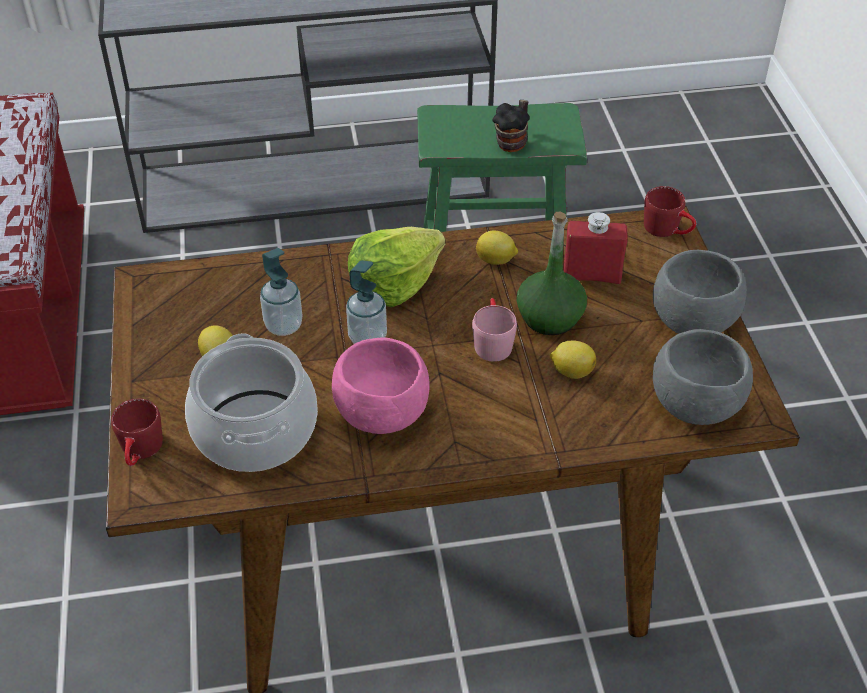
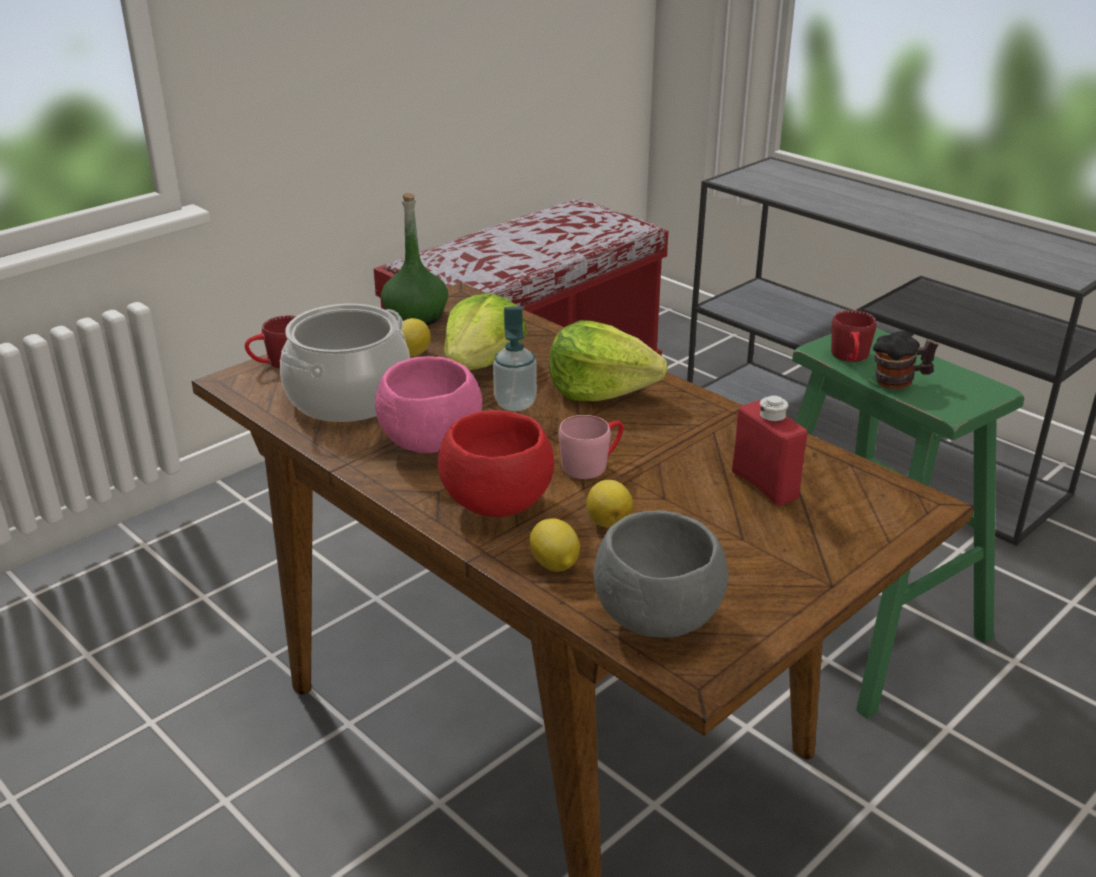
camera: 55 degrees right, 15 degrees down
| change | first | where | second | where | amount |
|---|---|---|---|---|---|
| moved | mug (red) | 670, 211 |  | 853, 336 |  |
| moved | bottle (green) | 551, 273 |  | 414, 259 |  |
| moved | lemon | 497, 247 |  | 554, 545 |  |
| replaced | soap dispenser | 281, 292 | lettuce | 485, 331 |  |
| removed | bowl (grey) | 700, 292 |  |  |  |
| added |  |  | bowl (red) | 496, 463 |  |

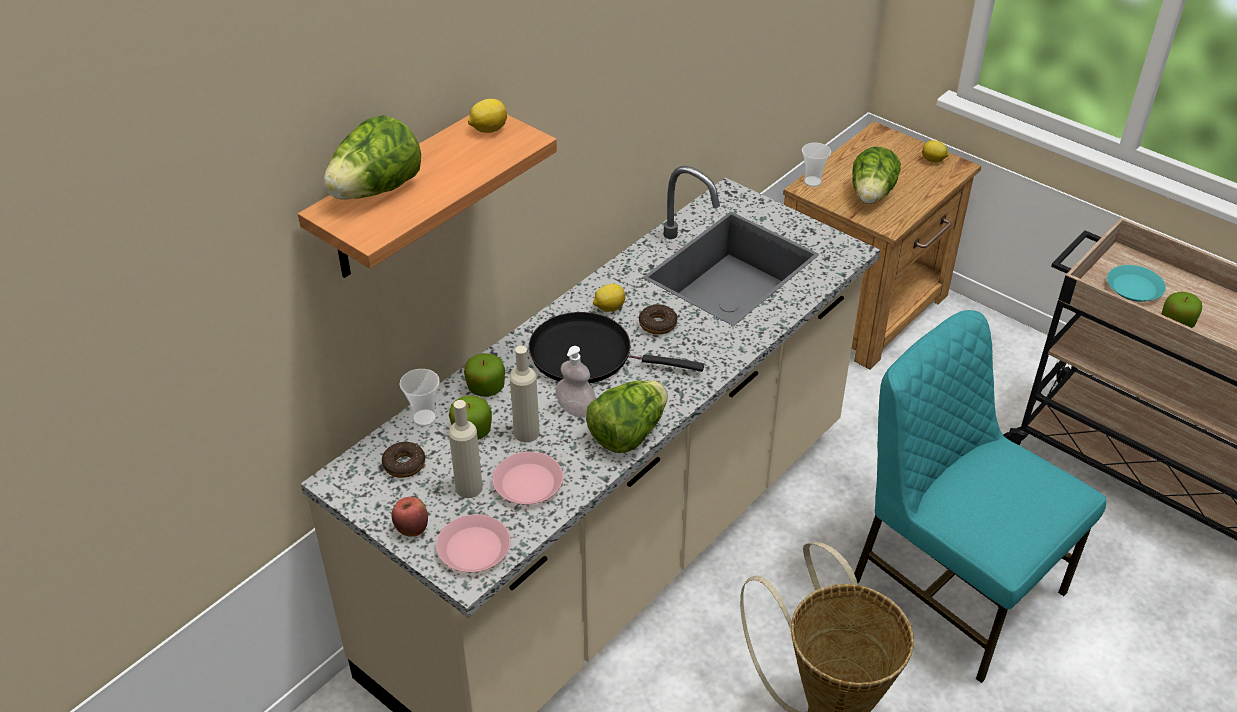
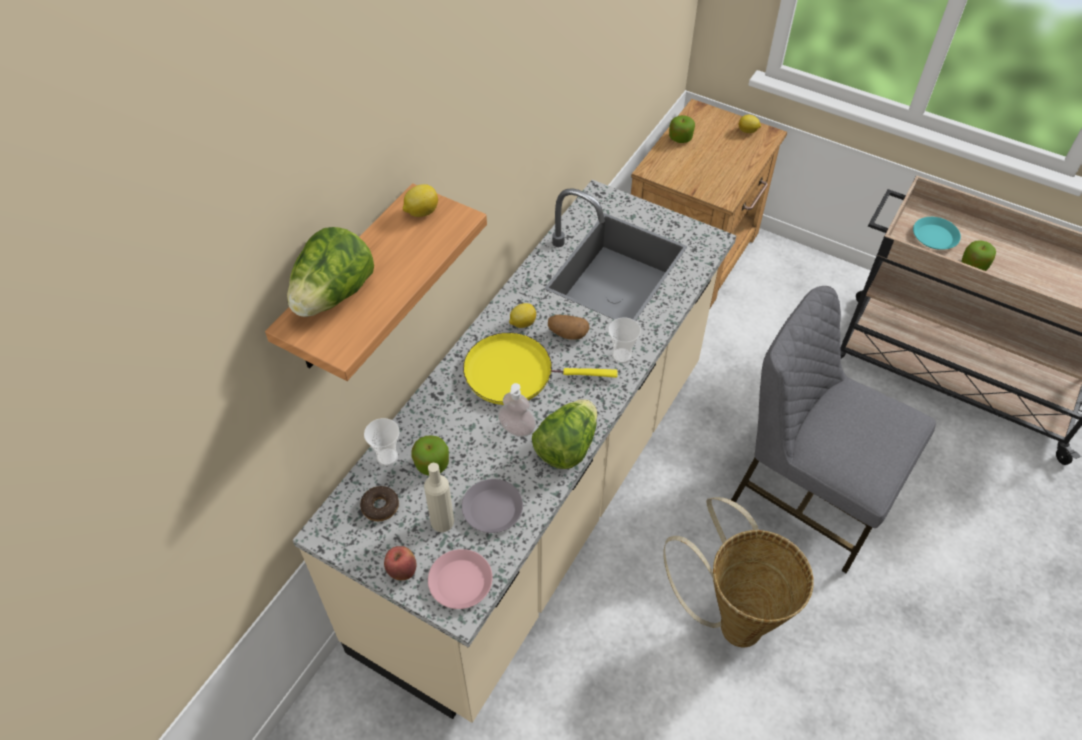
camera: 10 degrees left, 10 degrees up
| change | first | where | second | where | amount |
|---|---|---|---|---|---|
| moved | cup | 816, 165 |  | 624, 340 |  |
| removed | lettuce | 876, 175 |  |  |  |
| replaced | donut | 658, 319 | potato | 568, 327 |  |
| recoloured | chair (turquoise) | 980, 496 | chair (grey) | 833, 430 |  |
| recoloured | frying pan (black) | 616, 348 | frying pan (yellow) | 540, 369 |  |
| removed | bottle (beige) | 525, 394 |  |  |  |
| moved | apple | 484, 375 |  | 682, 129 |  |
| recoloured | plate (pink) | 527, 478 | plate (grey) | 492, 506 |  |

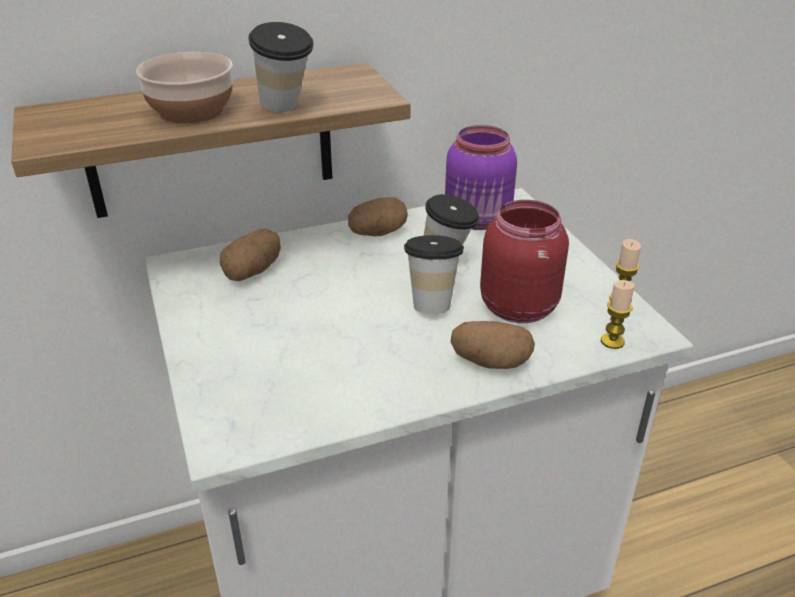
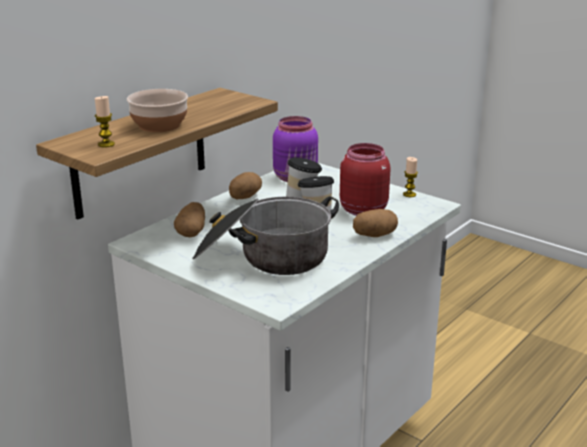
camera: 30 degrees left, 10 degrees down
| change | first | where | second | where | amount |
|---|---|---|---|---|---|
| removed | cup | 281, 67 |  |  |  |
| moved | candle | 618, 314 |  | 105, 122 |  |
| added |  |  | cooking pot | 266, 235 |  |

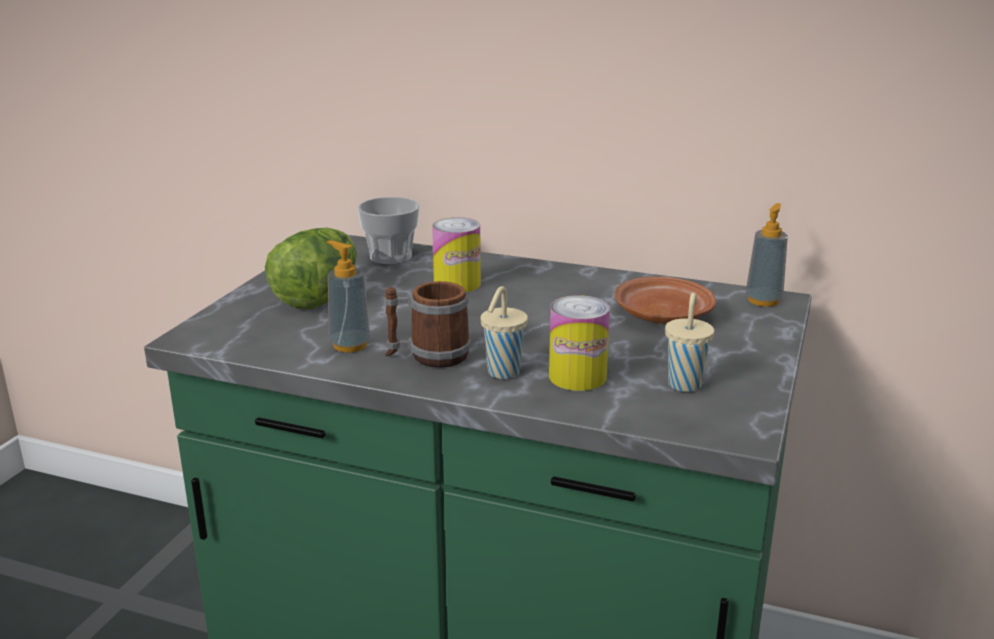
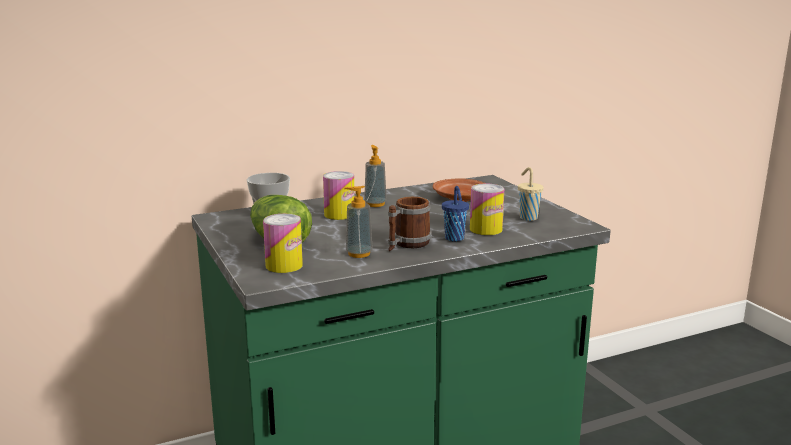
camera: 45 degrees left, 5 degrees down
| change | first | where | second | where | amount |
|---|---|---|---|---|---|
| moved | soap dispenser | 766, 255 |  | 375, 176 |  |
| recoloured | cup (beige) | 504, 332 | cup (blue) | 455, 213 |  |
| added |  |  | can | 283, 243 |  |

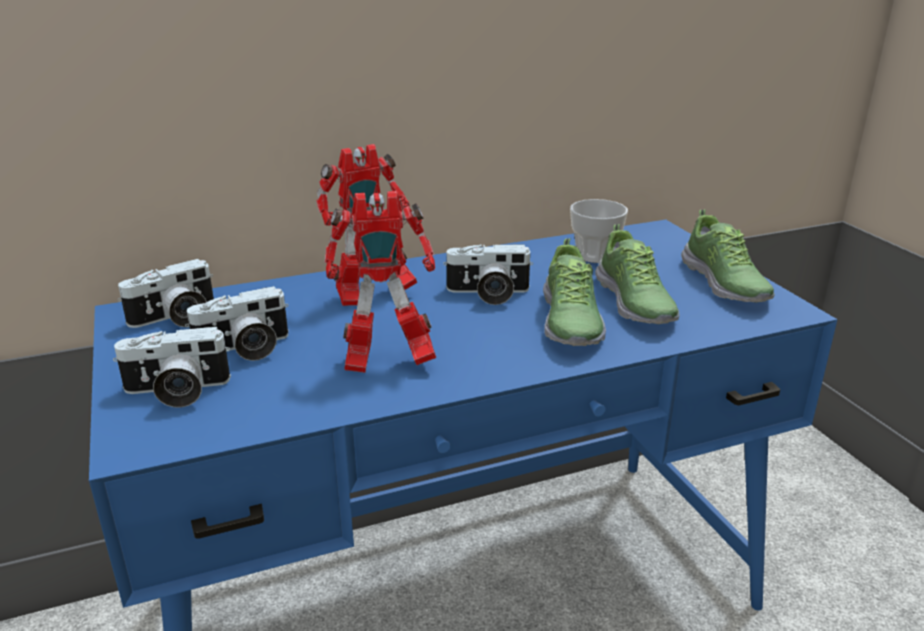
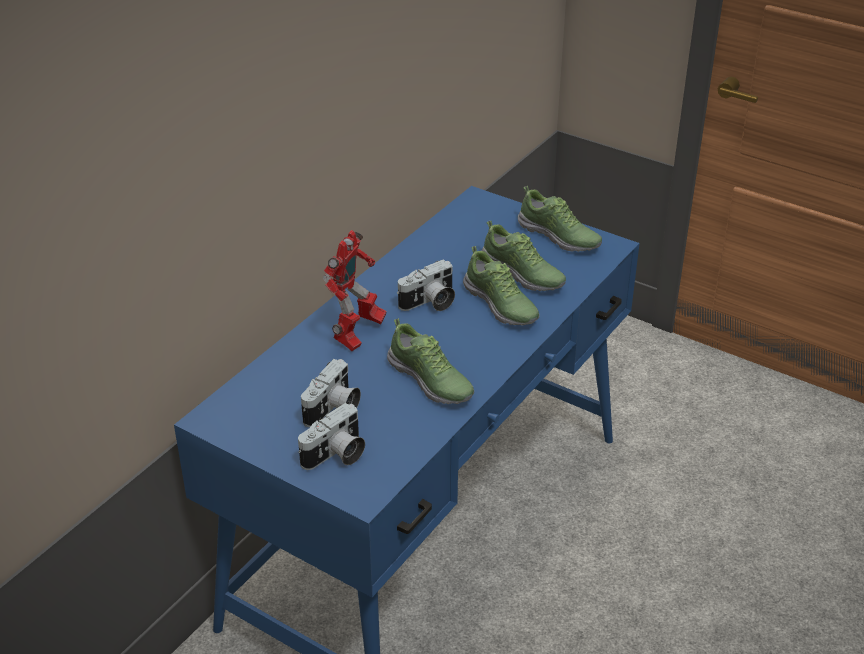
camera: 35 degrees left, 10 degrees up
| change | first | where | second | where | amount |
|---|---|---|---|---|---|
| replaced | toy robot | 380, 282 | shoe | 430, 361 |  |
| removed | cup | 599, 231 |  |  |  |
| removed | photo camera | 166, 293 |  |  |  |

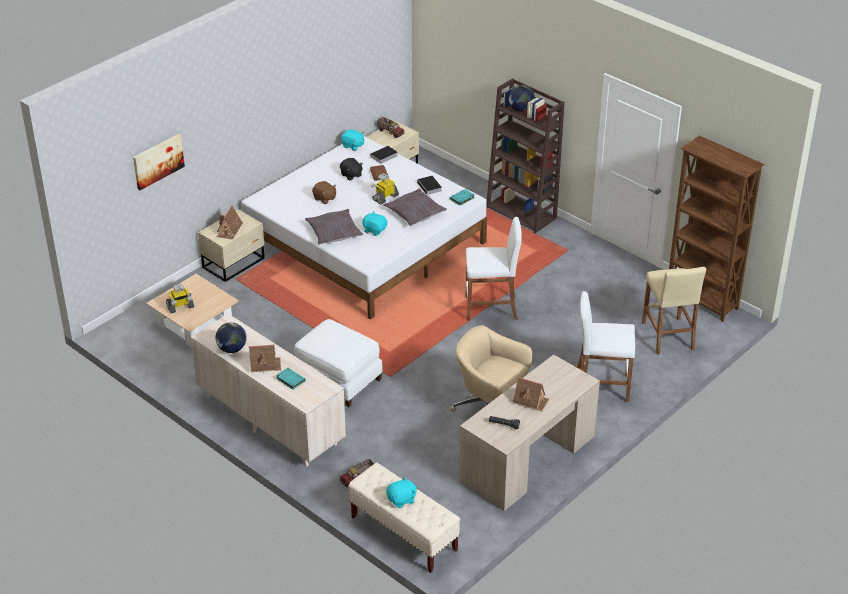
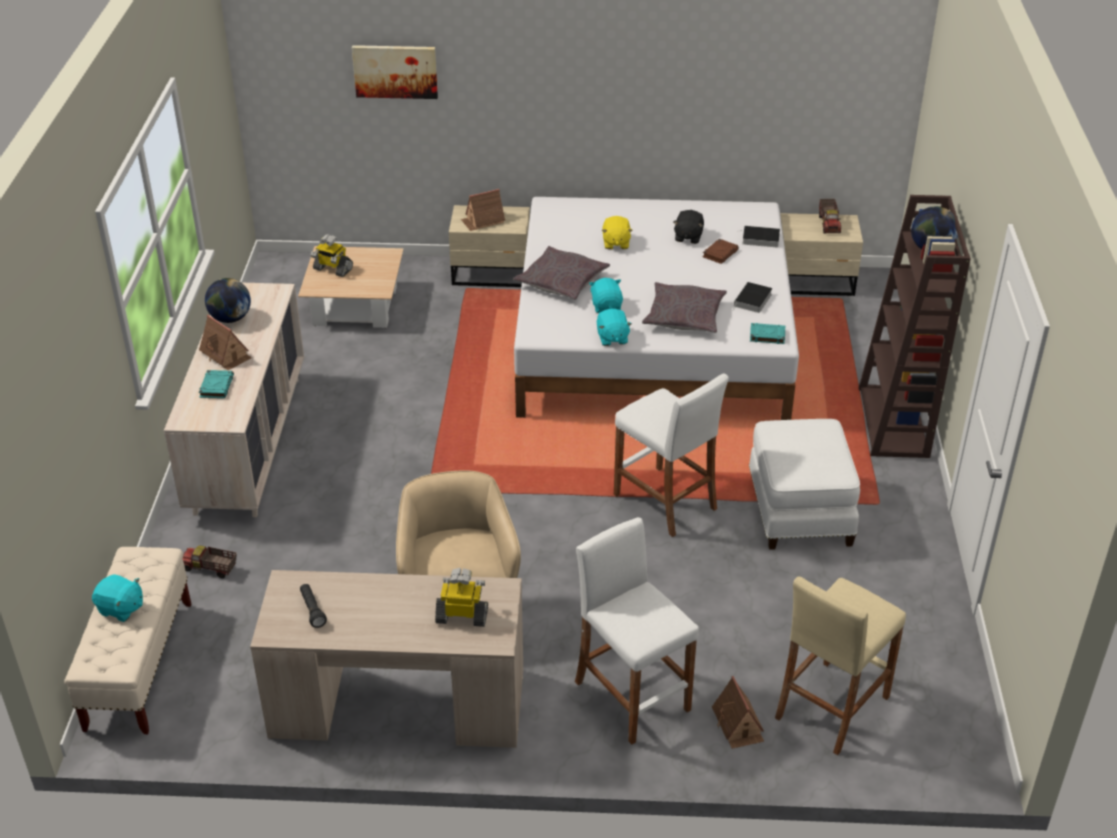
camera: 50 degrees right, 0 degrees up
| change | first | where | second | where | amount |
|---|---|---|---|---|---|
| moved | plush toy (turquoise) | 352, 140 |  | 614, 327 |  |
| removed | bookcase (brown) | 717, 228 |  |  |  |
| moved | toy robot | 385, 188 |  | 461, 597 |  |
| recoloured | plush toy (brown) | 324, 192 | plush toy (yellow) | 617, 232 |  |
| moved | ottoman (white) | 338, 363 |  | 804, 484 |  |
| moved | toy house | 531, 394 |  | 738, 712 |  |

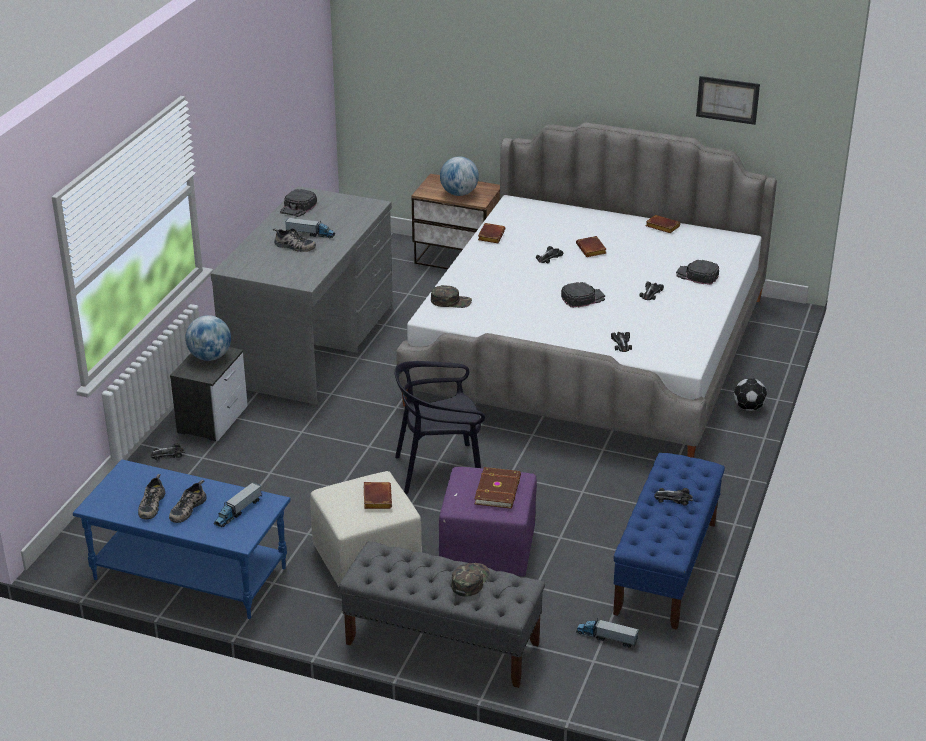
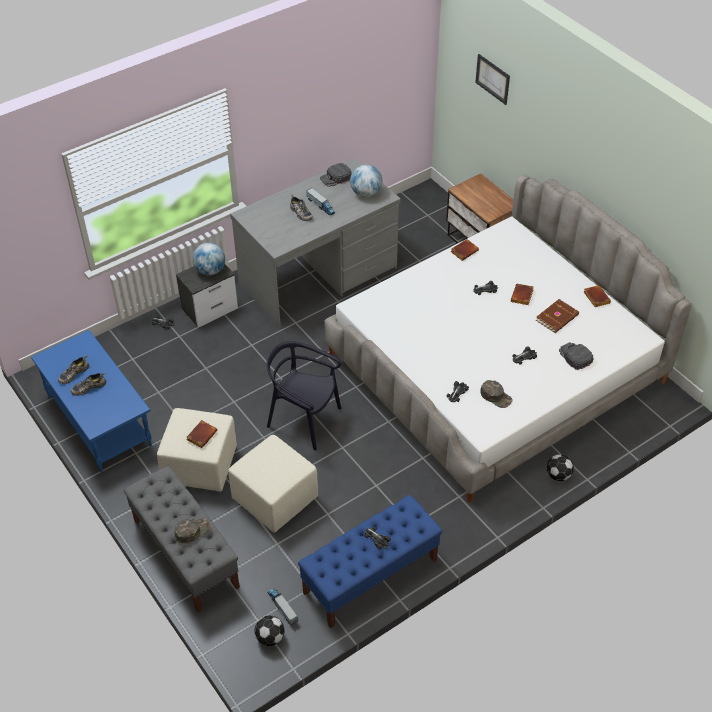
camera: 35 degrees right, 15 degrees up
| change | first | where | second | where | amount |
|---|---|---|---|---|---|
| moved | picture | 728, 100 |  | 492, 79 |  |
| moved | globe | 459, 176 |  | 366, 180 |  |
| removed | cap (black) | 583, 295 |  |  |  |
| moved | cap (green) | 451, 296 |  | 496, 394 |  |
| recoloured | ottoman (purple) | 488, 522 | ottoman (beige) | 273, 484 |  |
| moved | book (brown) | 498, 488 |  | 557, 316 |  |
| removed | toy truck | 238, 504 |  |  |  |
| added |  |  | football | 269, 630 |  |

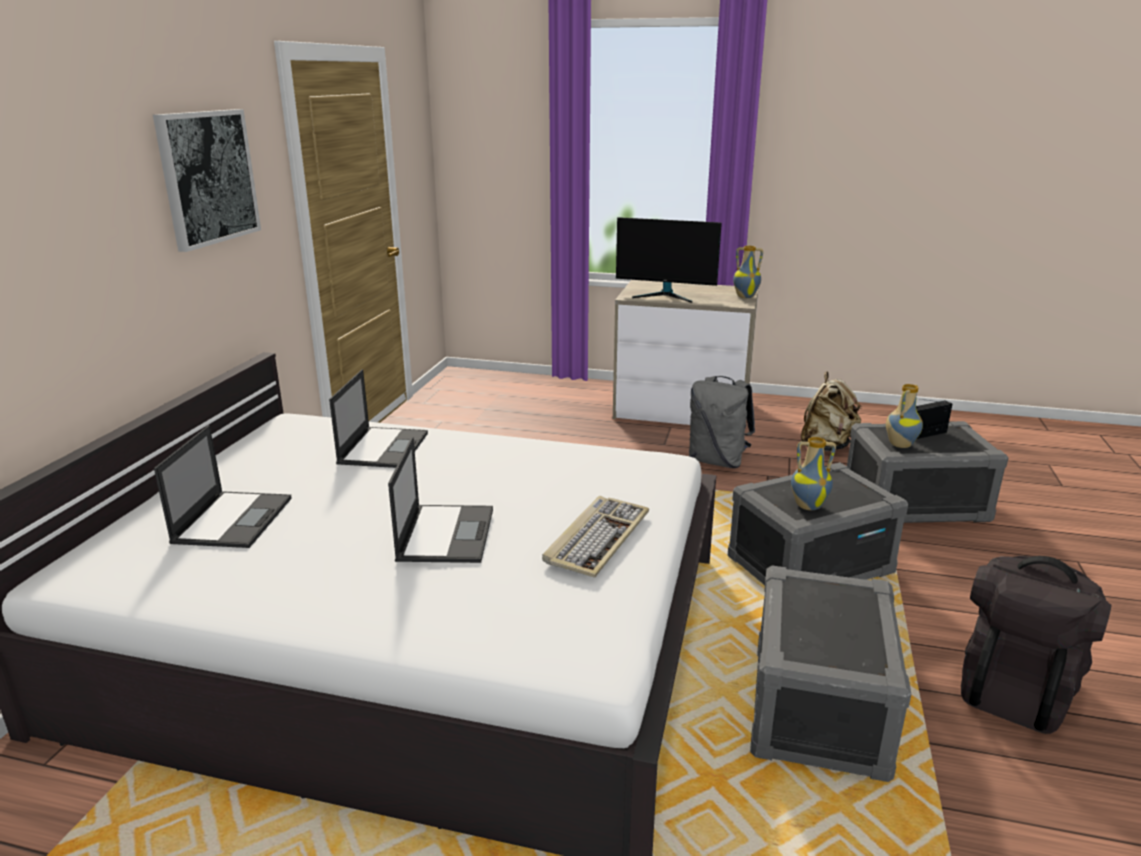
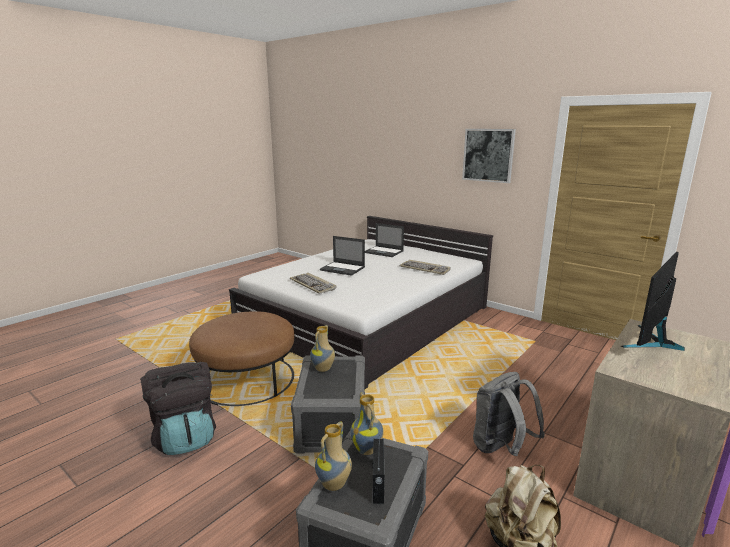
camera: 115 degrees right, 5 degrees down
| change | first | where | second | where | amount |
|---|---|---|---|---|---|
| moved | vase | 748, 272 |  | 333, 456 |  |
| replaced | laptop | 378, 418 | keyboard | 425, 267 |  |
| replaced | storage box (grey) | 830, 674 | ottoman (brown) | 242, 358 |  |

